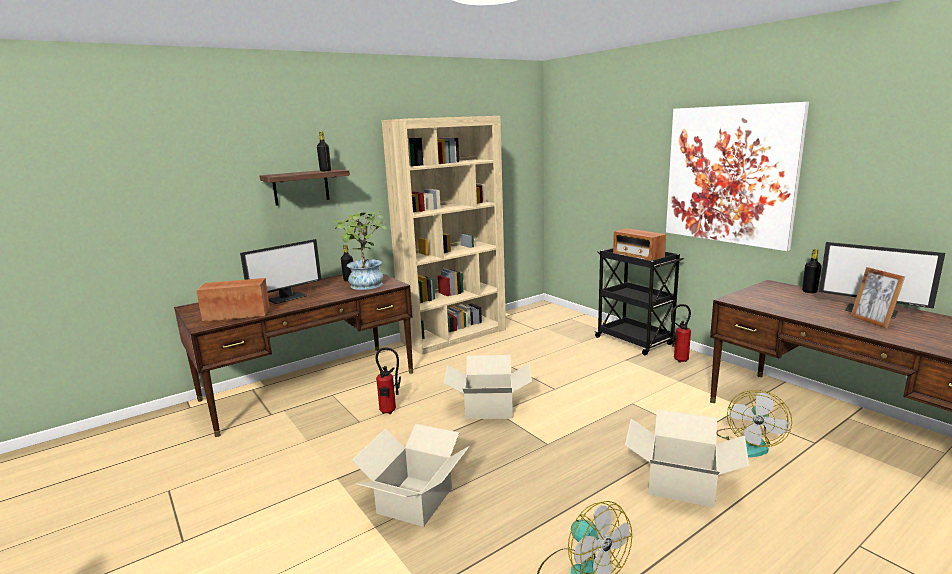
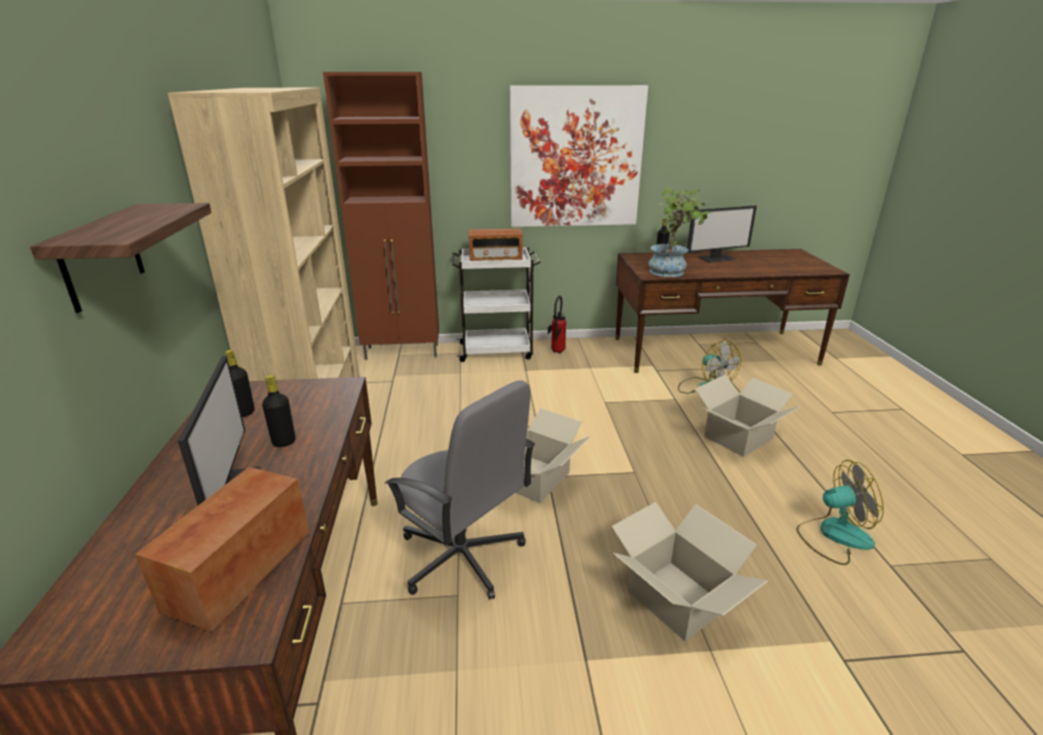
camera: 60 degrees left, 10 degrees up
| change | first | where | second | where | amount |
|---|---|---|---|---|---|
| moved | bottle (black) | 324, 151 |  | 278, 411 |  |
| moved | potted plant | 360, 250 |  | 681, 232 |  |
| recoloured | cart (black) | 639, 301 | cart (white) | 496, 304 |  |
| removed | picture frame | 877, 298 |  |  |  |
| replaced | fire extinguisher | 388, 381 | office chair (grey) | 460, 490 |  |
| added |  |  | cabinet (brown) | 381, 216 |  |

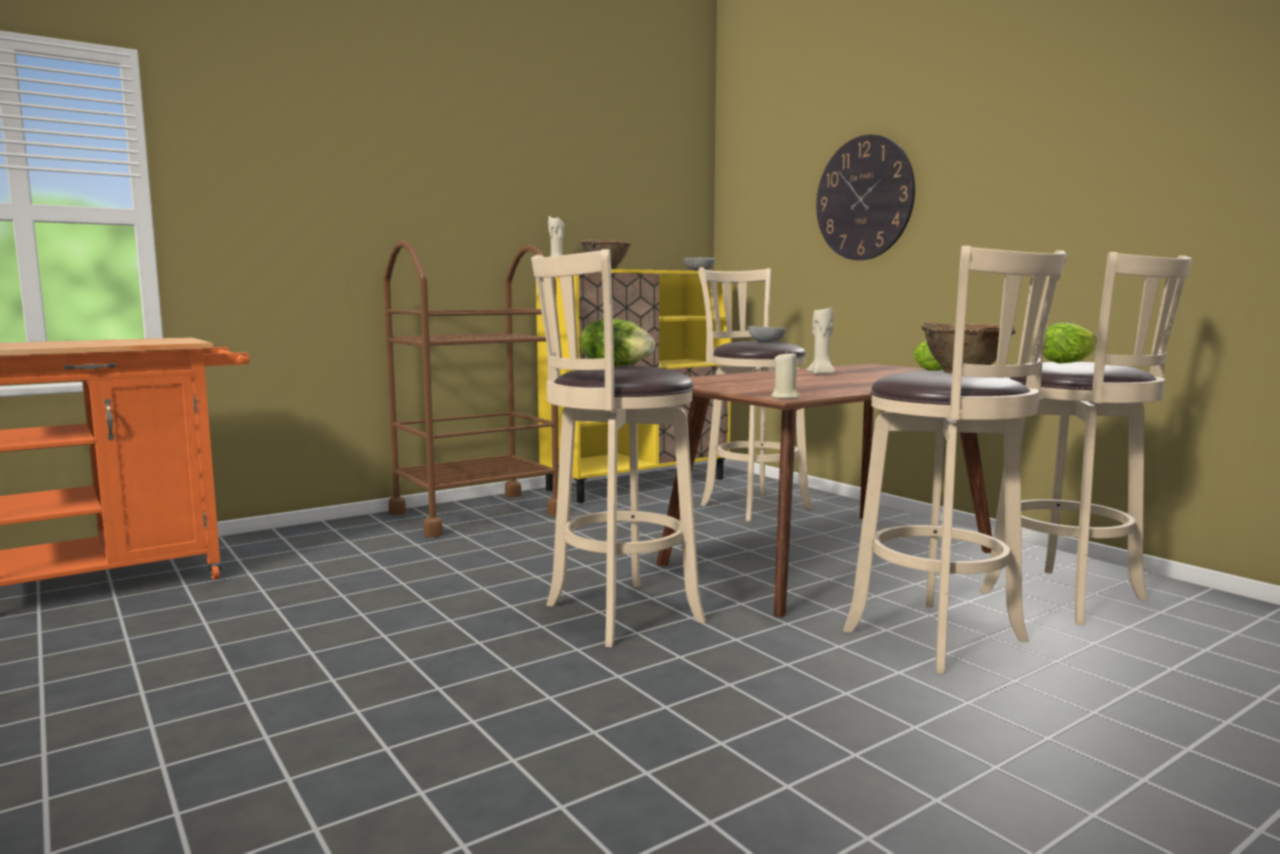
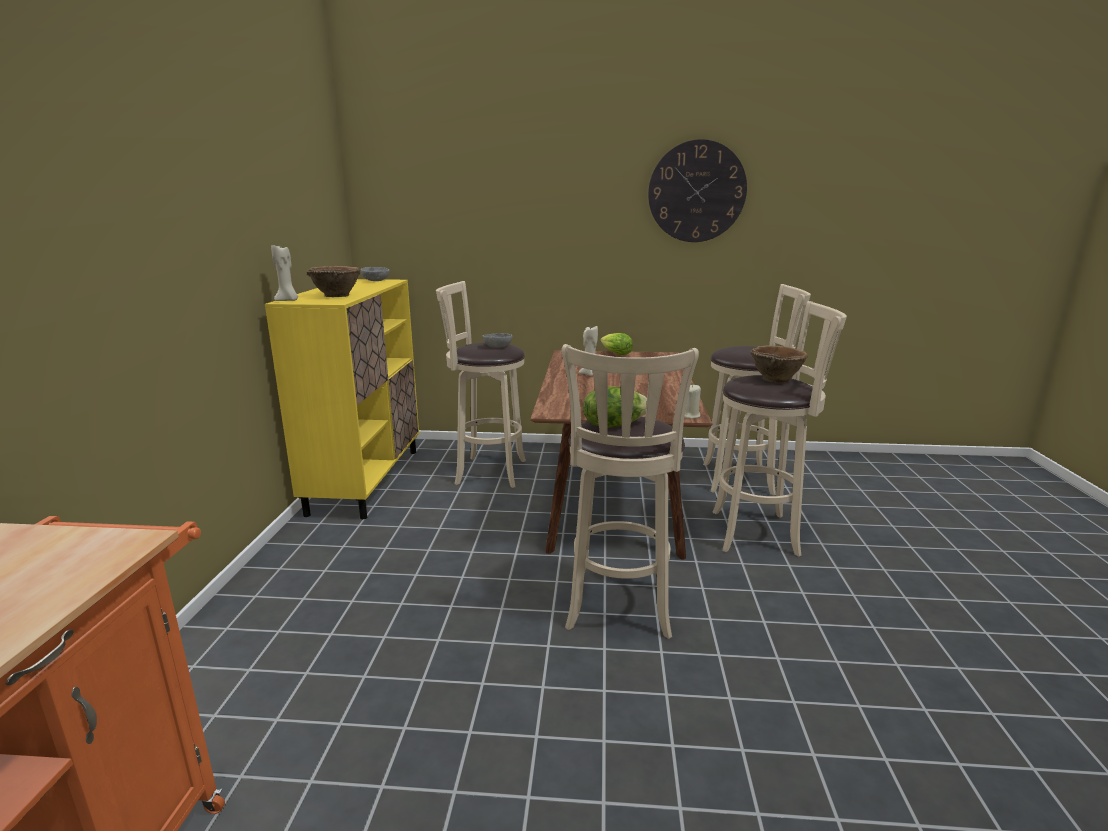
camera: 50 degrees left, 10 degrees up
| change | first | where | second | where | amount |
|---|---|---|---|---|---|
| moved | wall clock | 865, 197 |  | 697, 190 |  |
| removed | cart (brown) | 471, 388 |  |  |  |
| removed | lettuce | 1070, 343 |  |  |  |

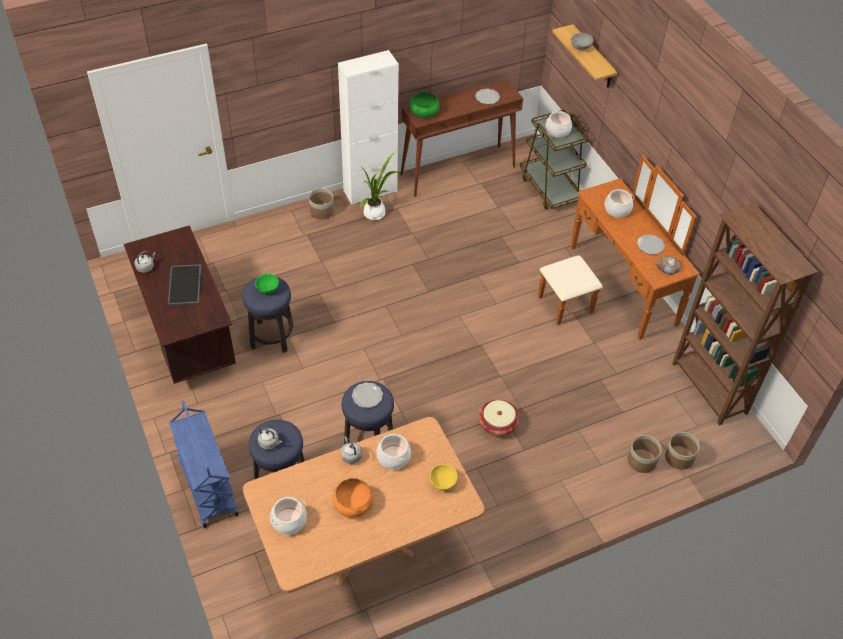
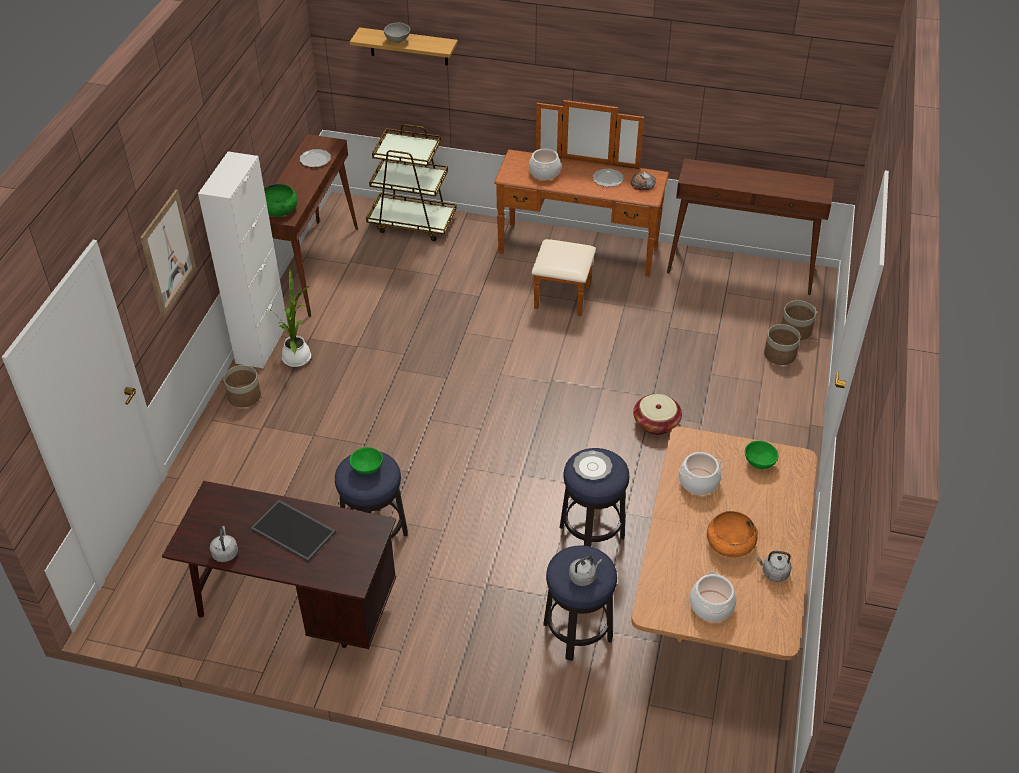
camera: 50 degrees left, 5 degrees down
| change | first | where | second | where | amount |
|---|---|---|---|---|---|
| removed | cooking pot | 559, 124 |  |  |  |
| replaced | bookcase (brown) | 745, 314 | console table (brown) | 750, 226 |  |
| removed | cart (blue) | 203, 464 |  |  |  |
| moved | kettle (grey) | 351, 450 |  | 774, 566 |  |
| recoloured | bowl (yellow) | 444, 477 | bowl (green) | 762, 455 |  |
| added |  |  | picture | 168, 253 |  |

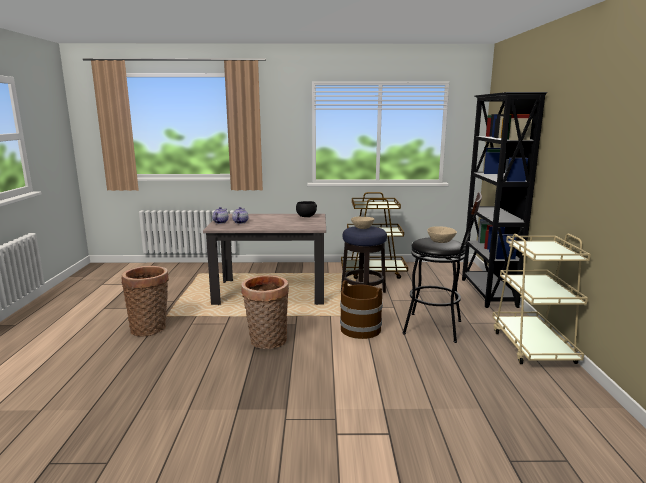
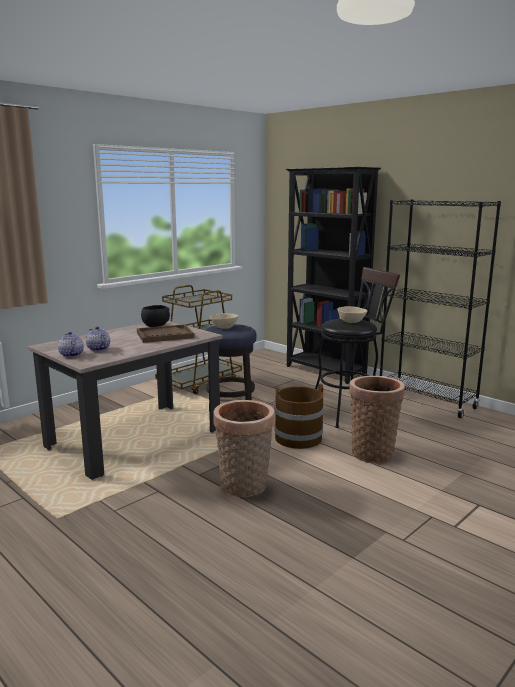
camera: 45 degrees left, 0 degrees up
| change | first | where | second | where | amount |
|---|---|---|---|---|---|
| replaced | cart (beige) | 541, 299 | bookcase (black) | 440, 309 |  |
| moved | basket | 145, 301 |  | 377, 420 |  |
| added |  |  | tray (brown) | 166, 333 |  |

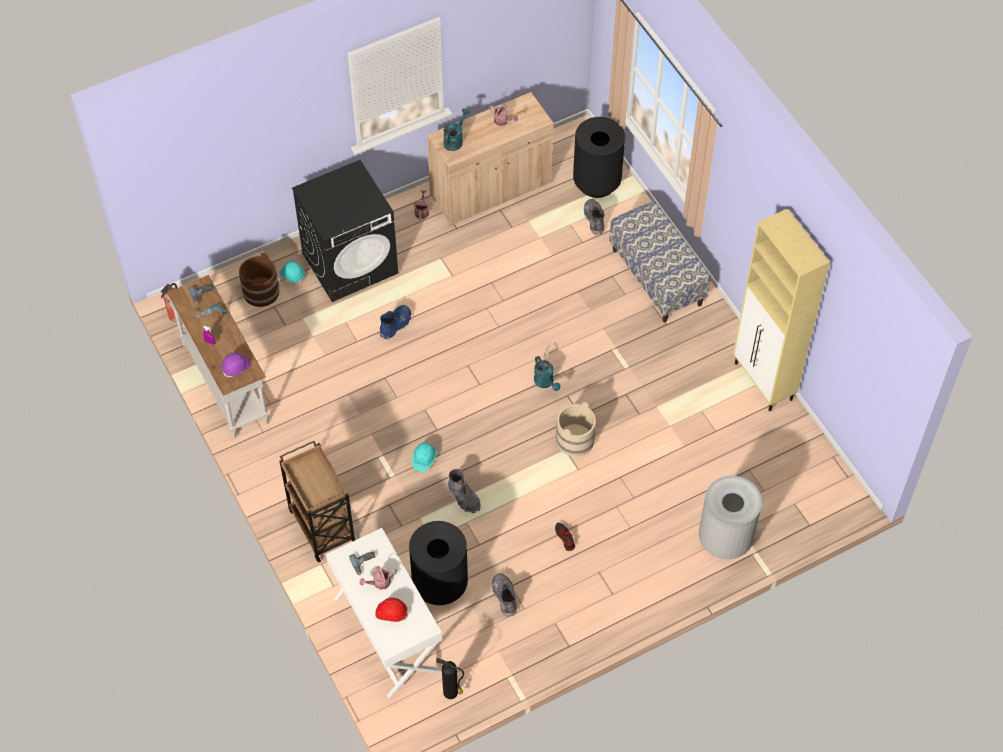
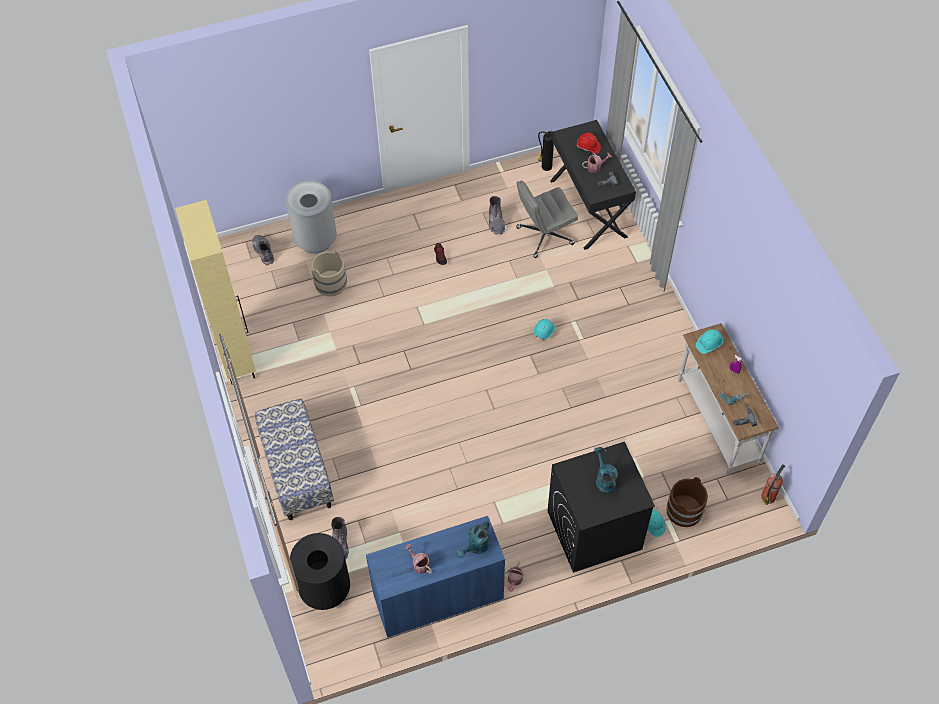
camera: 170 degrees left, 0 degrees up
| change | first | where | second | where | amount |
|---|---|---|---|---|---|
| recoloured | cabinet (beige) | 490, 158 | cabinet (blue) | 435, 577 |  |
| removed | boot (blue) | 395, 322 |  |  |  |
| recoloured | hard hat (purple) | 237, 365 | hard hat (turquoise) | 709, 341 |  |
| moved | watering can (turquoise) | 547, 373 |  | 606, 470 |  |
| moved | bucket (beige) | 576, 429 |  | 329, 273 |  |
| removed | cart (brown) | 317, 501 |  |  |  |
| moved | boot (grey) | 464, 491 |  | 263, 250 |  |
| replaced | trash can (black) | 438, 563 | office chair (grey) | 547, 219 |  |
| recoloured | desk (white) | 384, 613 | desk (black) | 593, 185 |  |

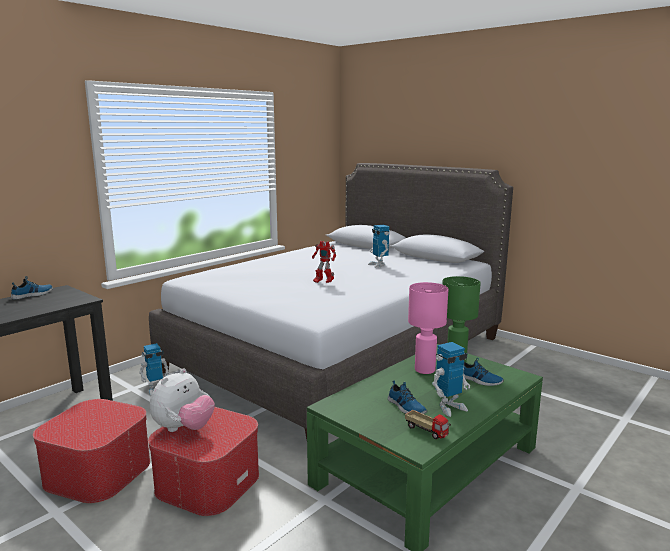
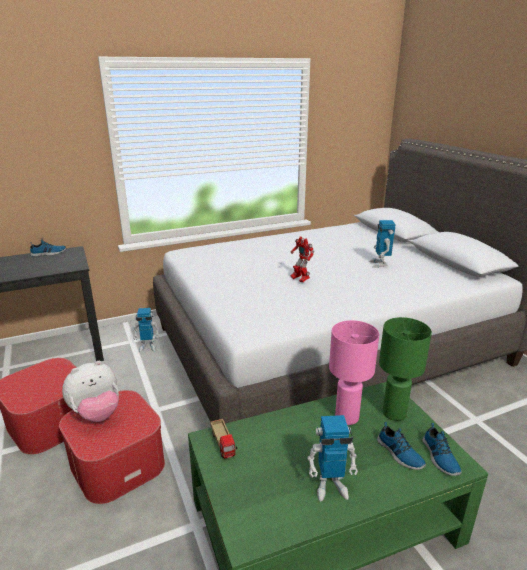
camera: 25 degrees right, 10 degrees up
| change | first | where | second | where | amount |
|---|---|---|---|---|---|
| moved | shoe | 407, 397 |  | 442, 449 |  |
| moved | toy truck | 428, 424 |  | 223, 439 |  |

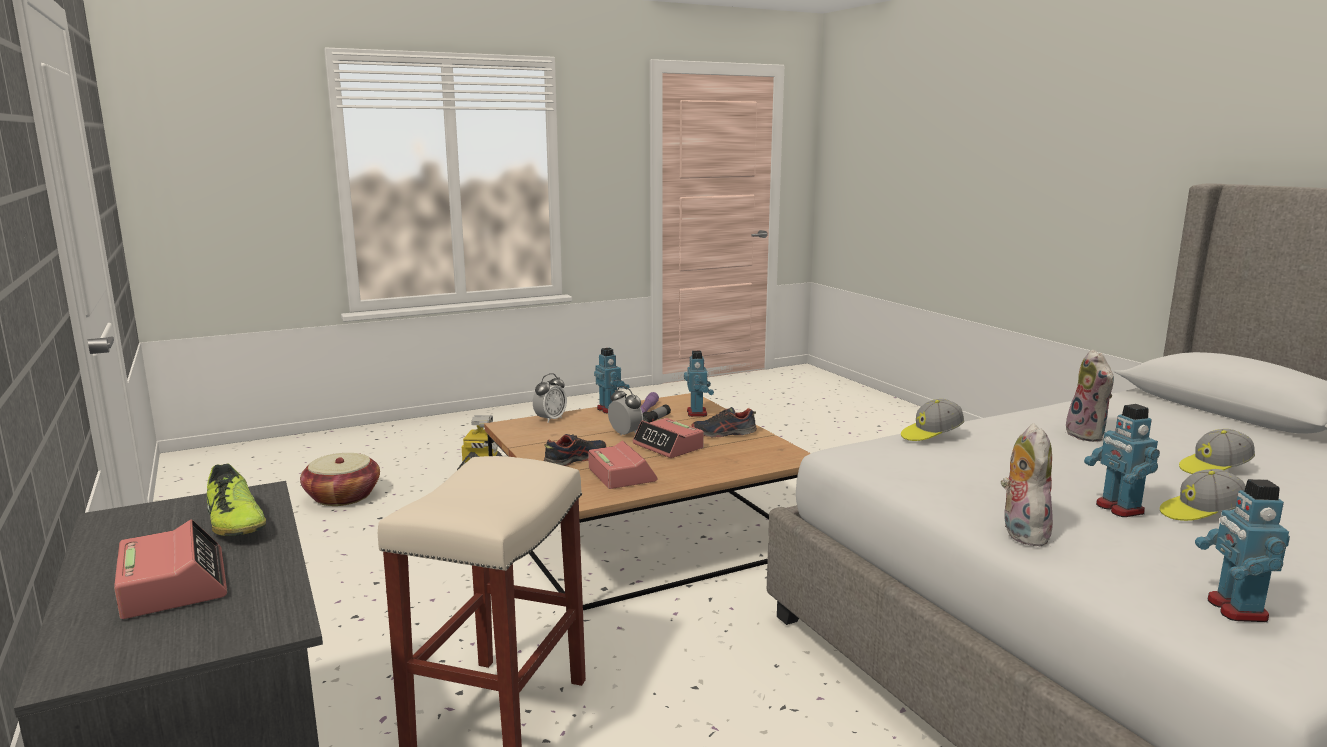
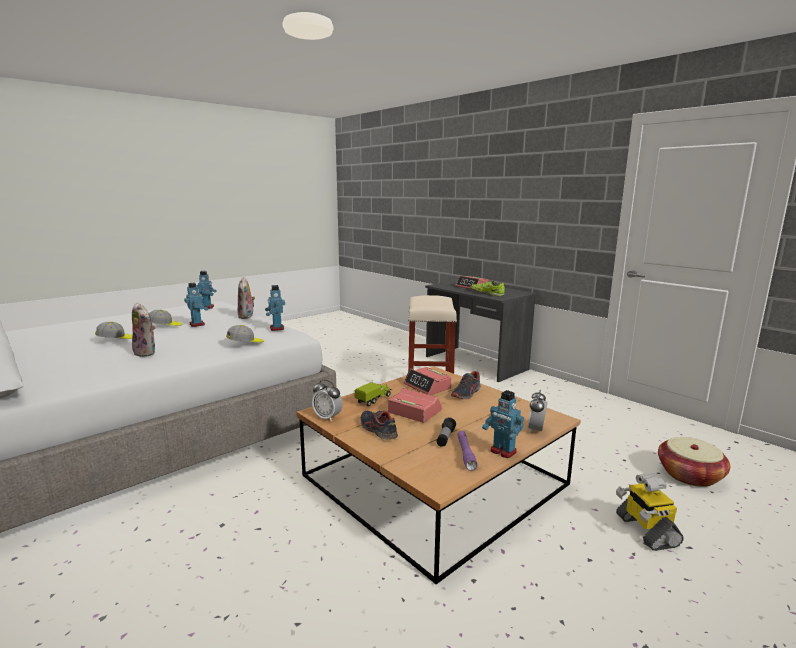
camera: 165 degrees right, 0 degrees up
| change | first | where | second | where | amount |
|---|---|---|---|---|---|
| turned | plush toy | 1090, 395 |  | 144, 329 | 150 degrees clockwise |
| moved | toy robot | 699, 384 |  | 275, 308 |  |
| moved | alarm clock | 625, 411 |  | 327, 401 |  |
| turned | shoe | 724, 422 |  | 379, 425 | 105 degrees counterclockwise |
| added |  |  | toy truck | 373, 394 |  |

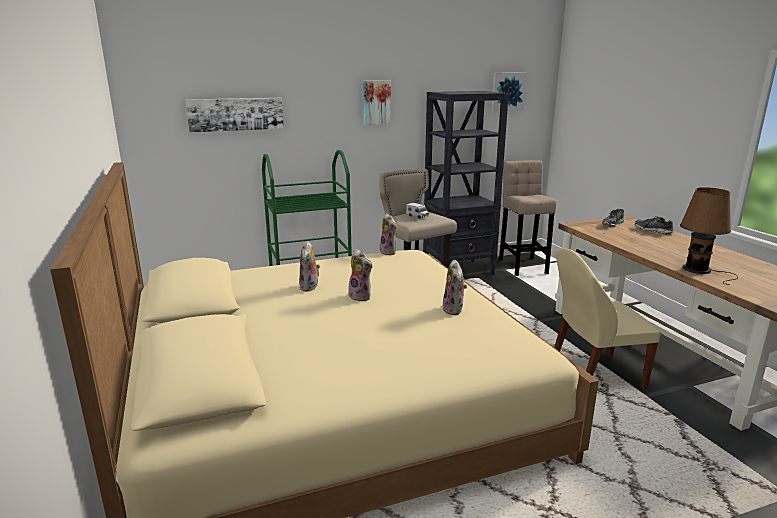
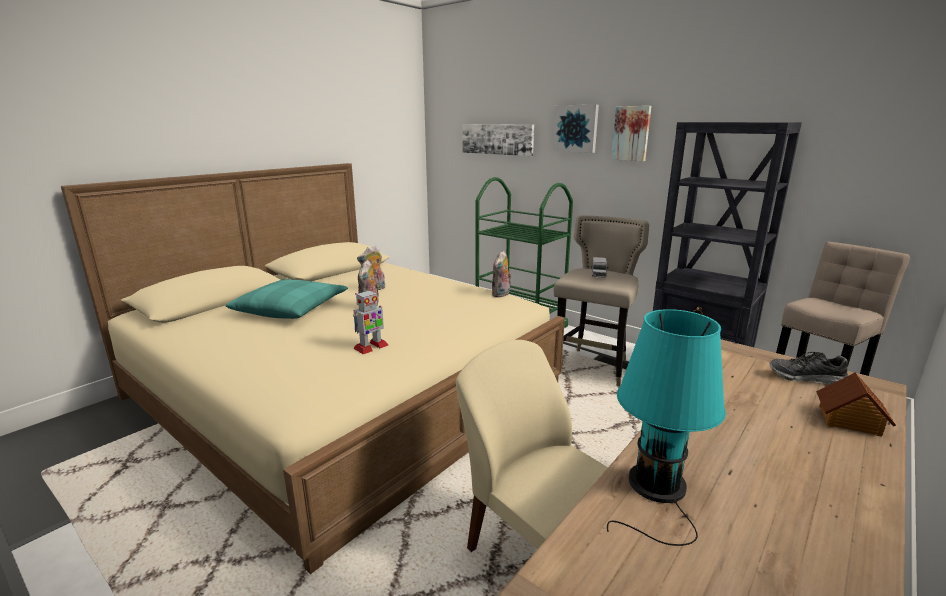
camera: 60 degrees right, 0 degrees up
| change | first | where | second | where | amount |
|---|---|---|---|---|---|
| moved | picture | 509, 92 |  | 576, 129 |  |
| recoloured | table lamp (brown) | 709, 236 | table lamp (turquoise) | 666, 427 |  |
| replaced | shoe | 654, 225 | toy house | 856, 404 |  |
| replaced | plush toy | 455, 287 | toy robot | 370, 321 |  |
| added |  |  | pillow (turquoise) | 286, 299 |  |

